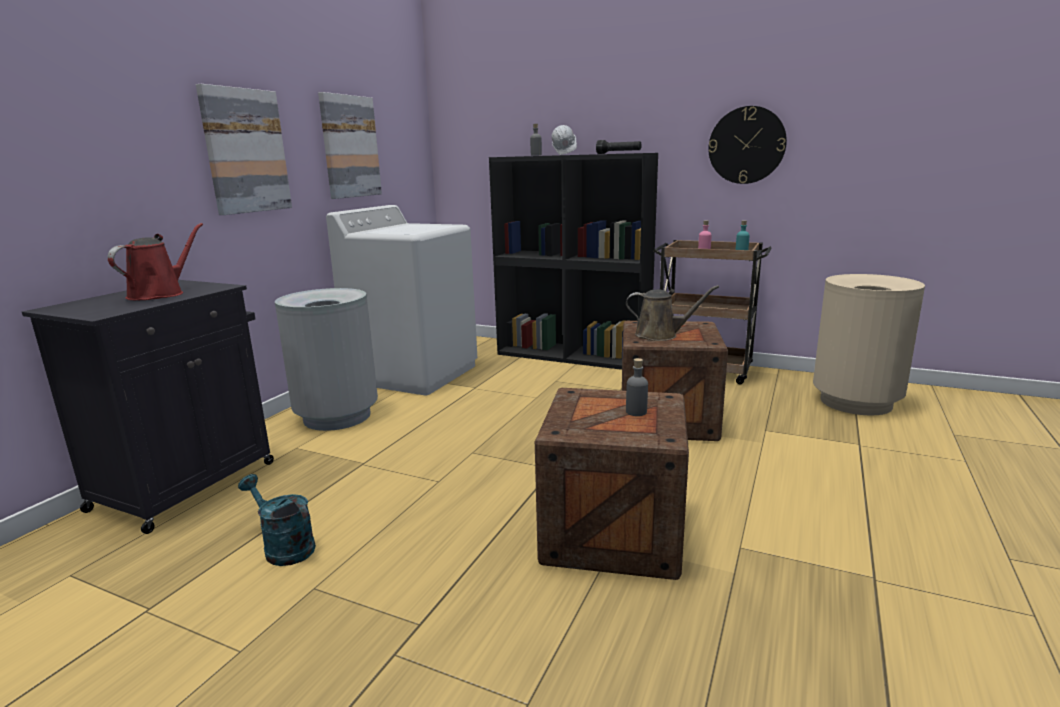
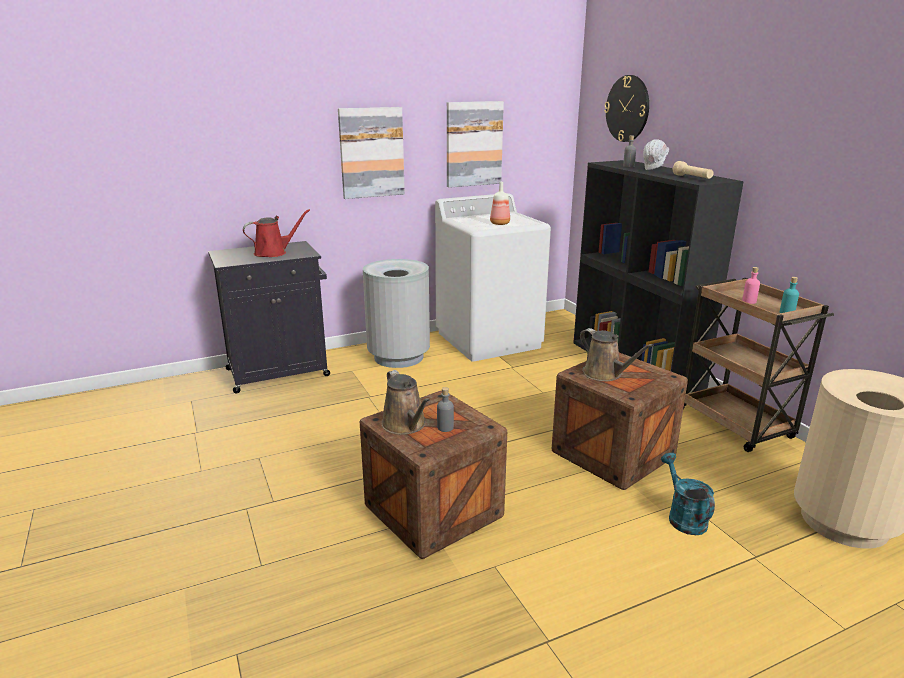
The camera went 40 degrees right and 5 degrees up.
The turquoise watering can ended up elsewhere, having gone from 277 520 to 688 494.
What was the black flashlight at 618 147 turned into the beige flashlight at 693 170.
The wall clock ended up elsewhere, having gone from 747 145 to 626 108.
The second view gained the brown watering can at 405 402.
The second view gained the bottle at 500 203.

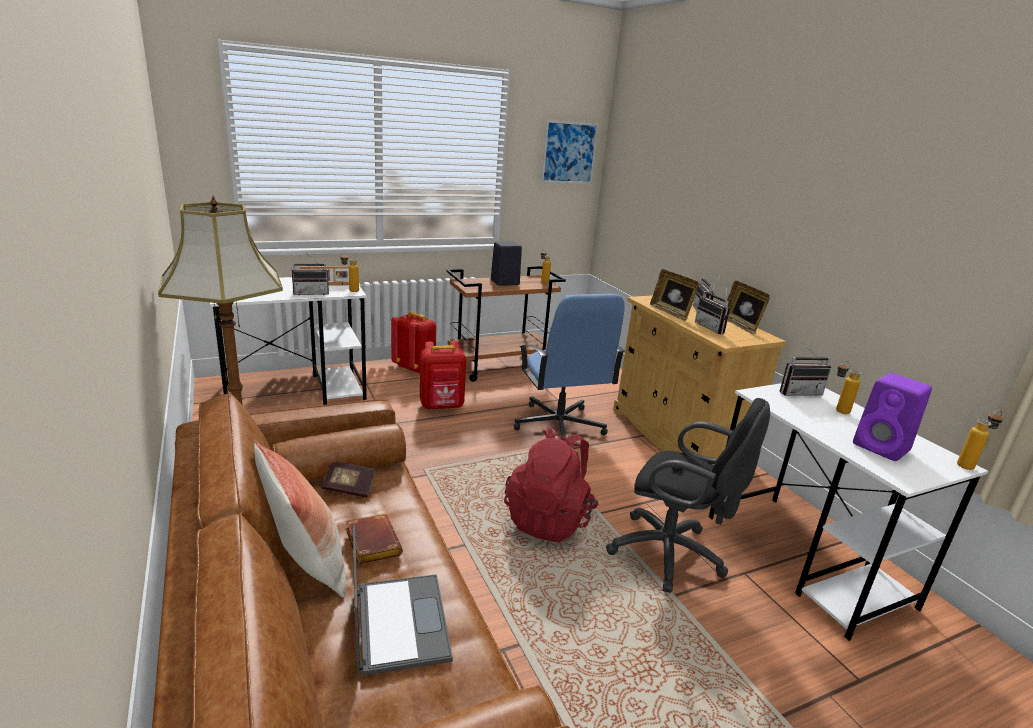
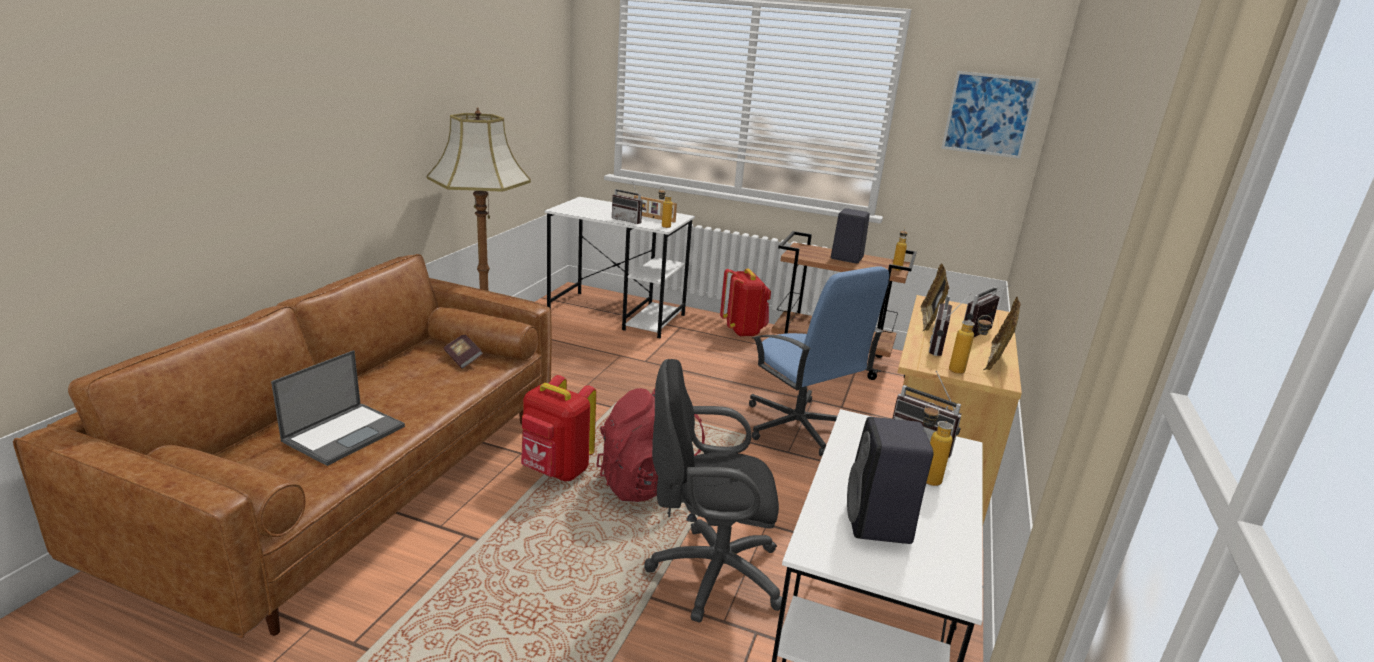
The camera went 45 degrees right and 0 degrees up.
The second view lost the pillow at 300 518.
The second view lost the brown book at 374 539.
The red backpack ended up elsewhere, having gone from 443 375 to 558 428.
The blue office chair at 569 367 ended up facing another way, 60 degrees counterclockwise from before.
The black office chair at 688 495 ended up facing another way, 105 degrees clockwise from before.
What was the purple speaker at 892 417 turned into the black speaker at 890 480.
The bottle ended up elsewhere, having gone from 980 440 to 971 344.

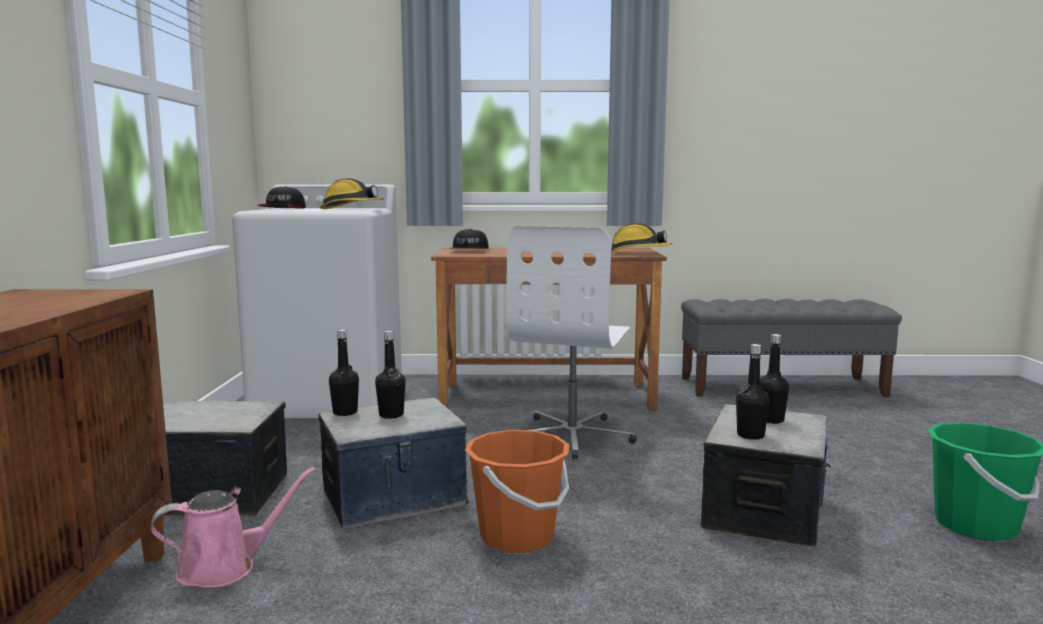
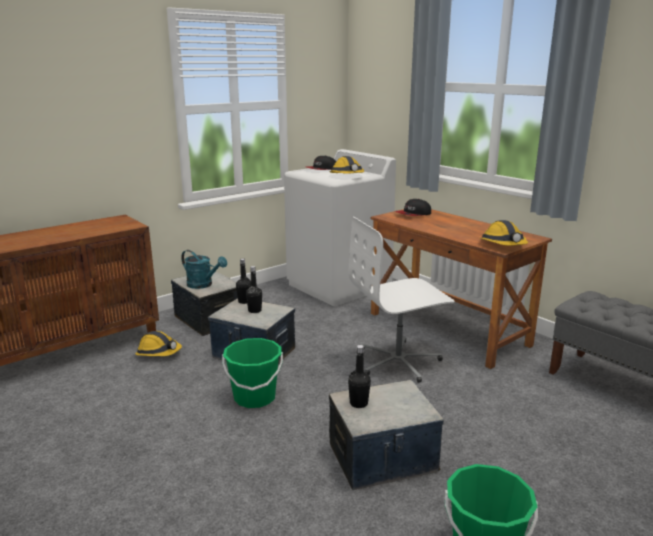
The camera went 50 degrees right and 10 degrees up.
Where the pink watering can stood at 233 527, the hard hat came to stand at 158 343.
What was the orange bucket at 517 491 turned into the green bucket at 252 373.
The second view lost the black bottle at 774 379.
The second view gained the turquoise watering can at 204 269.

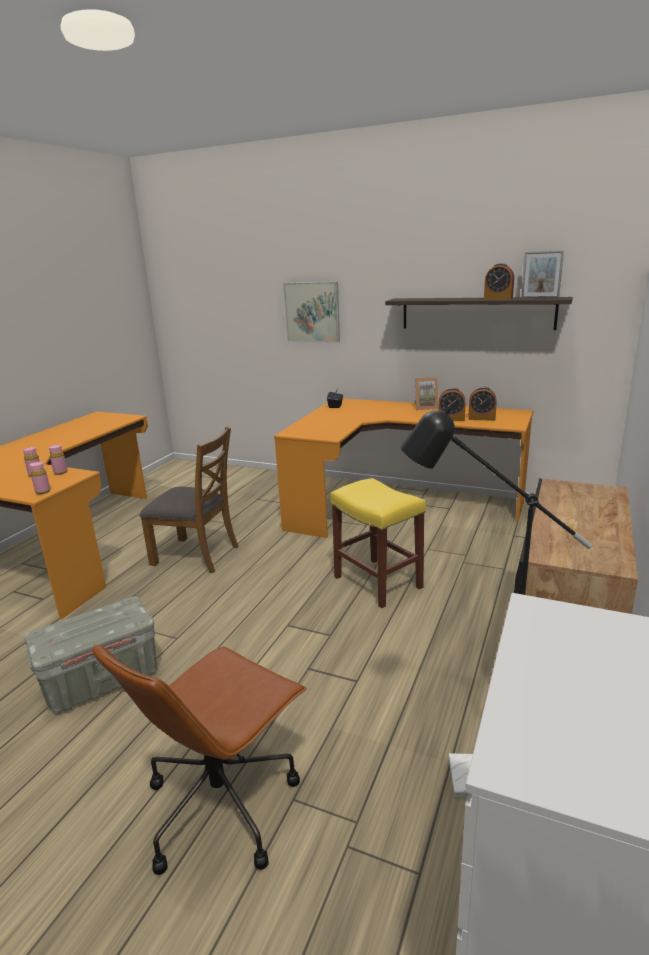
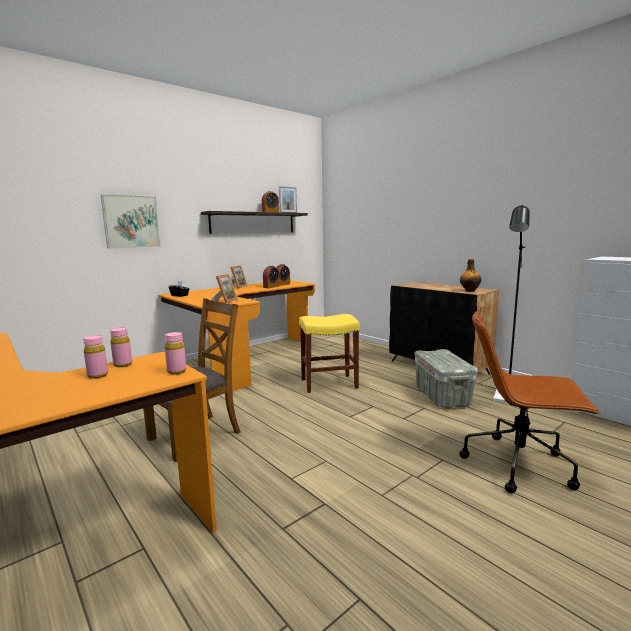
The camera went 65 degrees left and 10 degrees down.
The grey storage box ended up elsewhere, having gone from 90 654 to 446 378.
The brown office chair at 199 759 ended up facing another way, 135 degrees clockwise from before.
The second view gained the picture frame at 225 288.
The second view gained the bottle at 470 275.

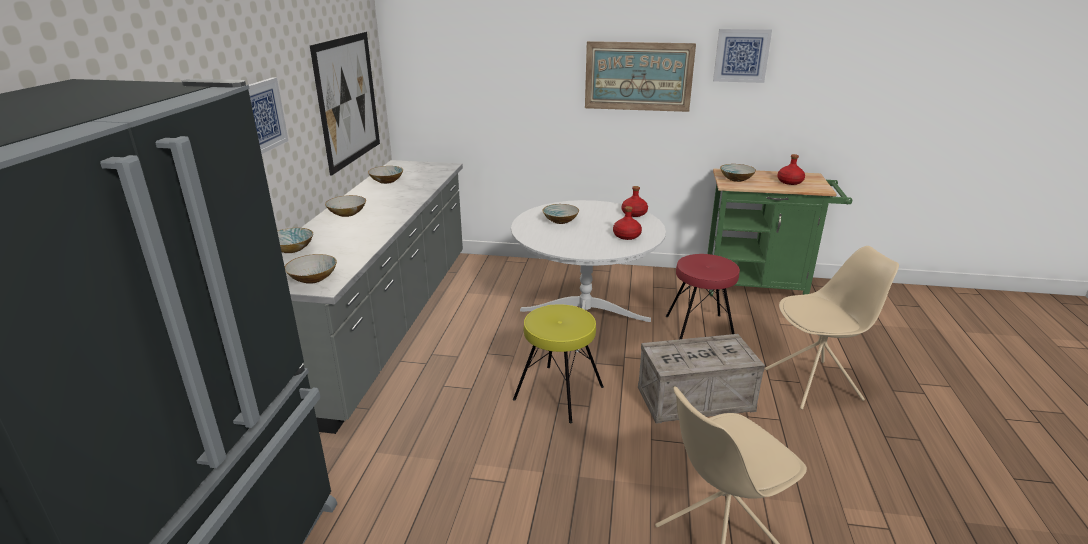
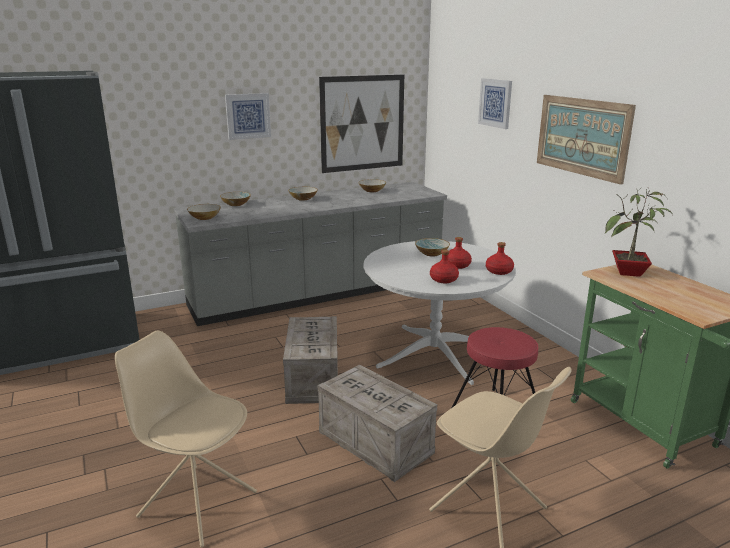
The camera went 55 degrees right and 5 degrees down.
Where the yellow stool stood at 558 363, the crate came to stand at 310 360.
The picture ended up elsewhere, having gone from 742 56 to 495 103.
Where the bowl stood at 738 173, the potted plant came to stand at 639 232.
The red bottle ended up elsewhere, having gone from 791 169 to 460 253.

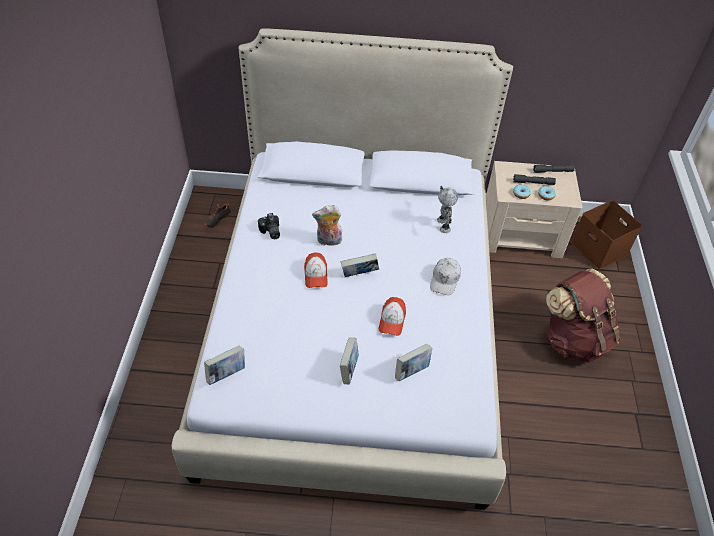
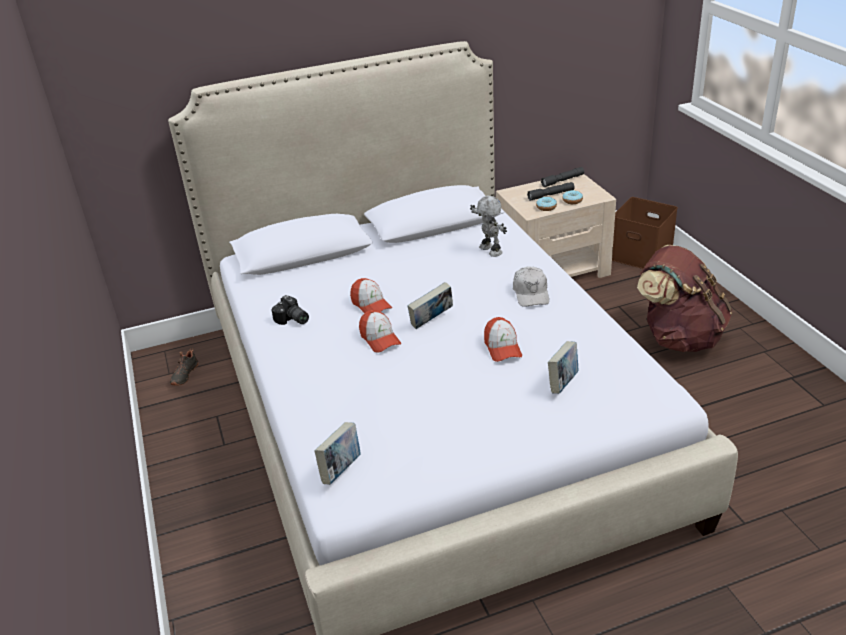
The camera went 20 degrees left and 15 degrees down.
Where the plush toy stood at 327 225, the cap came to stand at 371 295.
The second view lost the book at 349 361.

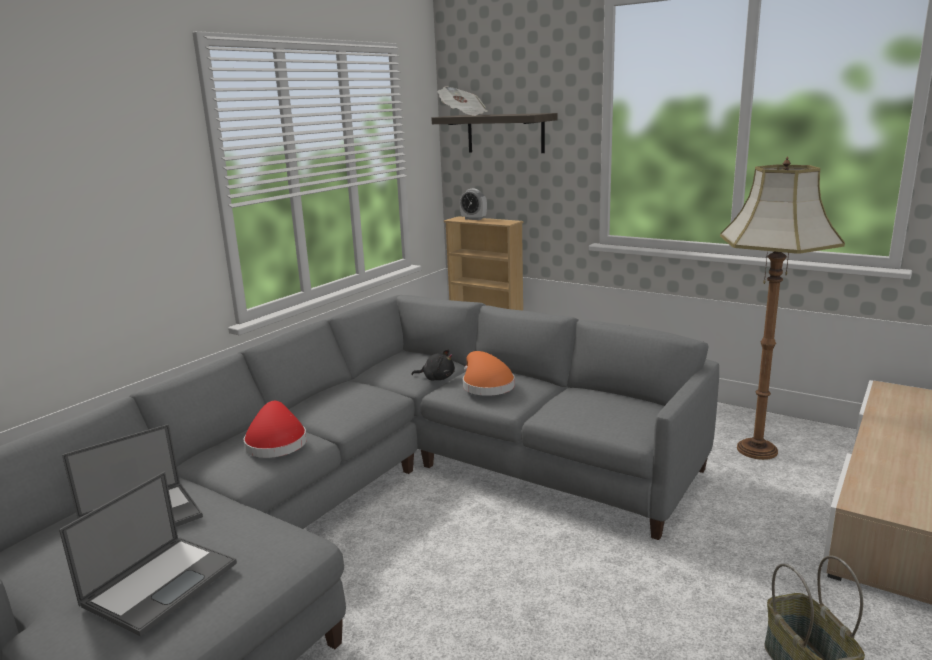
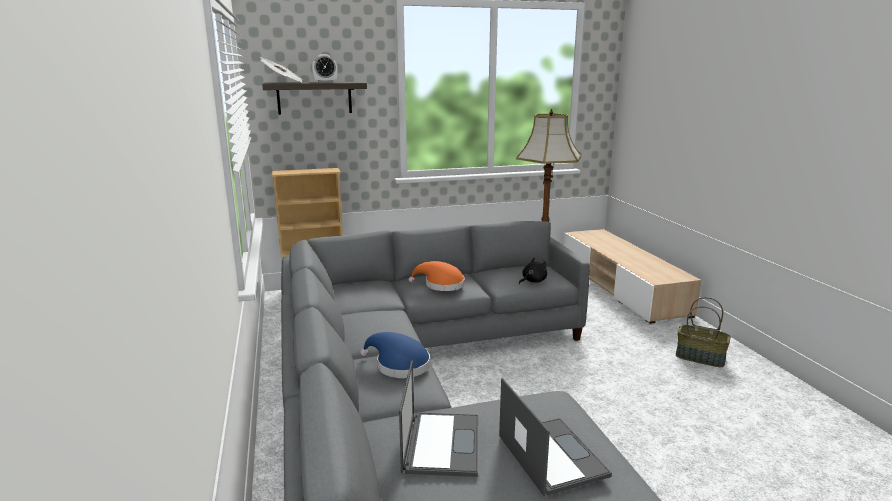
The camera went 50 degrees left and 0 degrees up.
What was the red hat at 275 429 turned into the blue hat at 395 355.
The black plush toy ended up elsewhere, having gone from 433 364 to 533 271.
The alarm clock ended up elsewhere, having gone from 473 204 to 324 68.

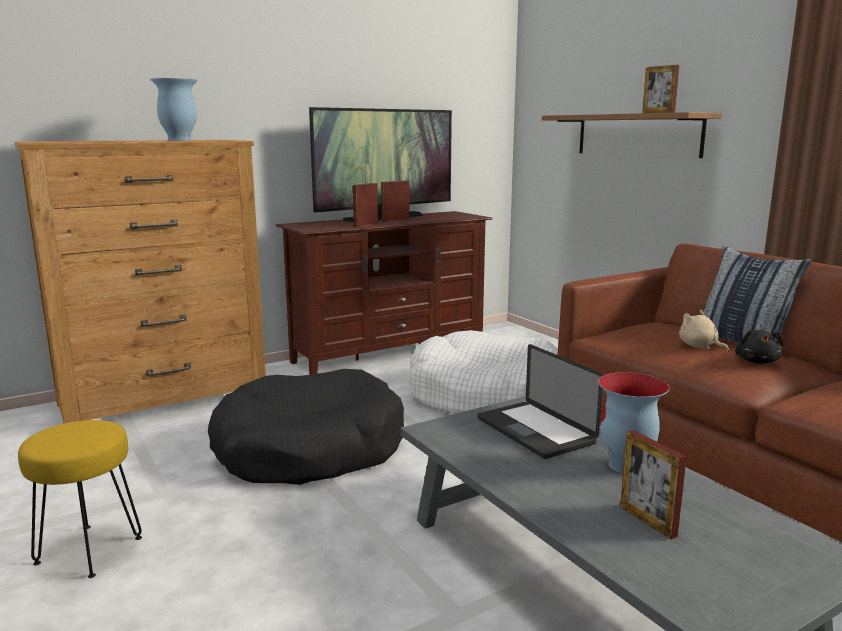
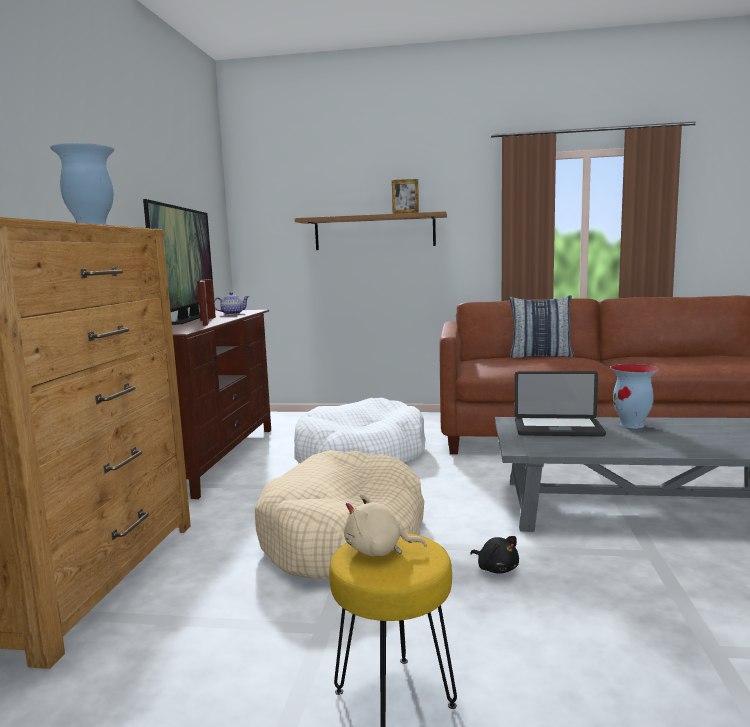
The camera went 50 degrees left and 5 degrees down.
What was the black dog bed at 306 427 turned into the beige dog bed at 339 514.
The second view lost the picture frame at 653 484.
The beige plush toy ended up elsewhere, having gone from 704 331 to 385 525.
The black plush toy ended up elsewhere, having gone from 759 346 to 494 555.
The second view gained the teapot at 231 303.

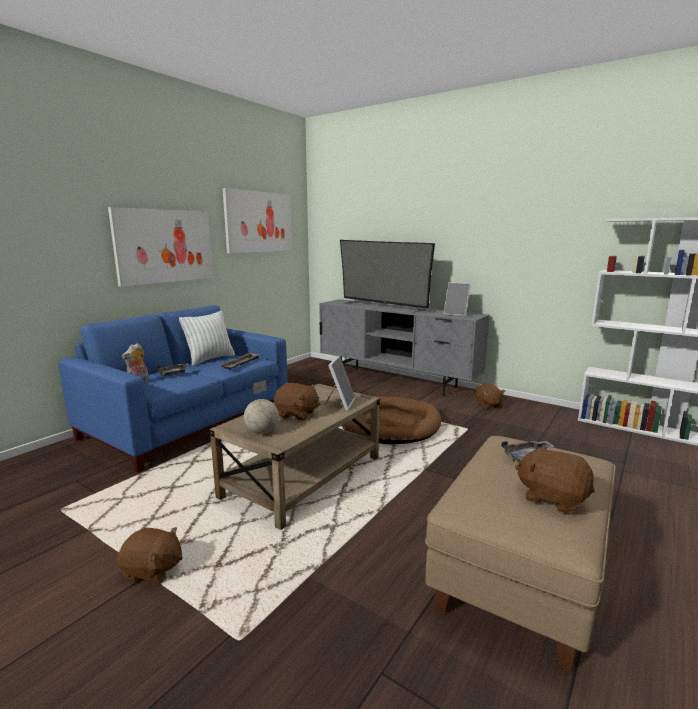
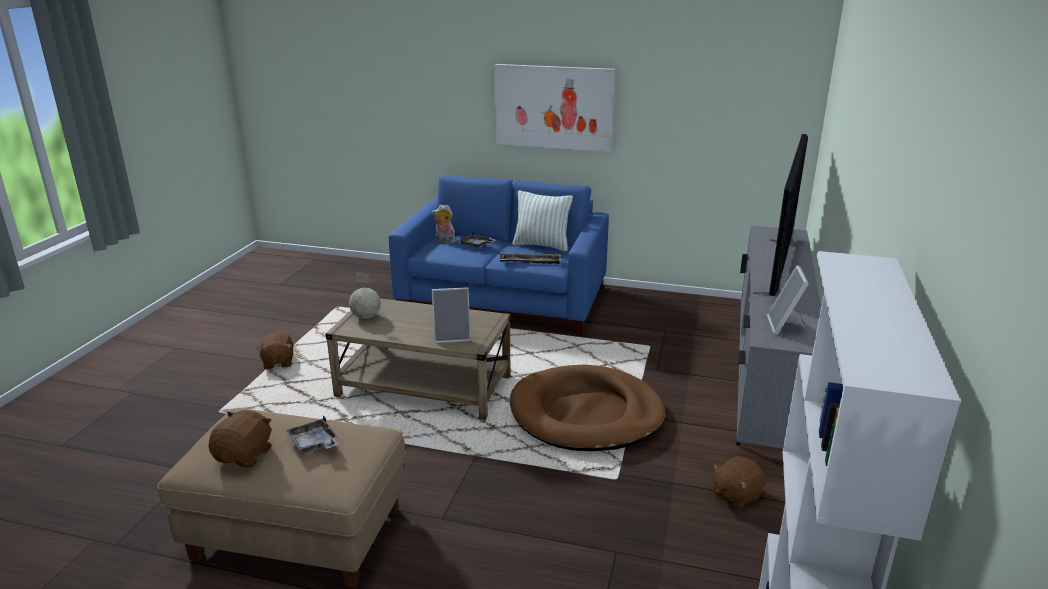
The camera went 70 degrees right and 10 degrees up.
The second view lost the picture at 257 220.
The second view lost the brown plush toy at 297 401.

